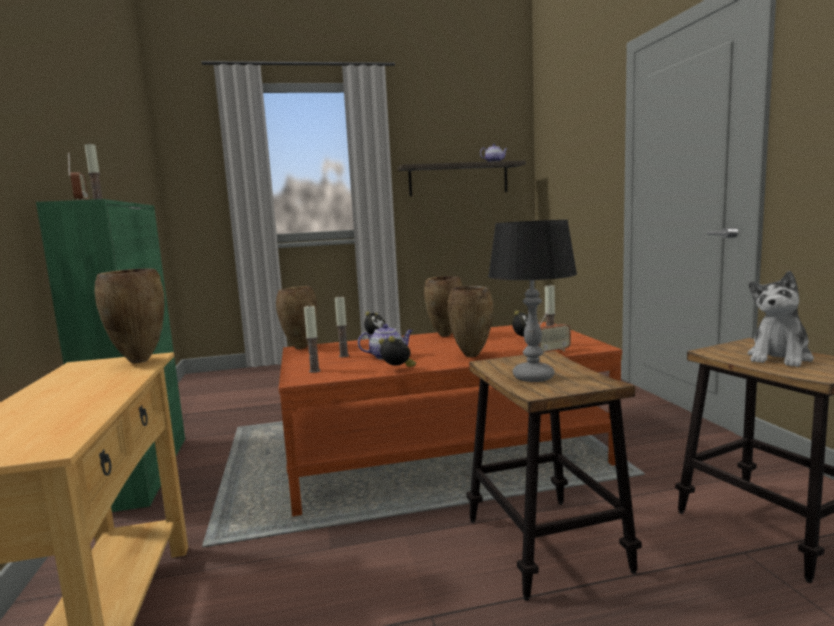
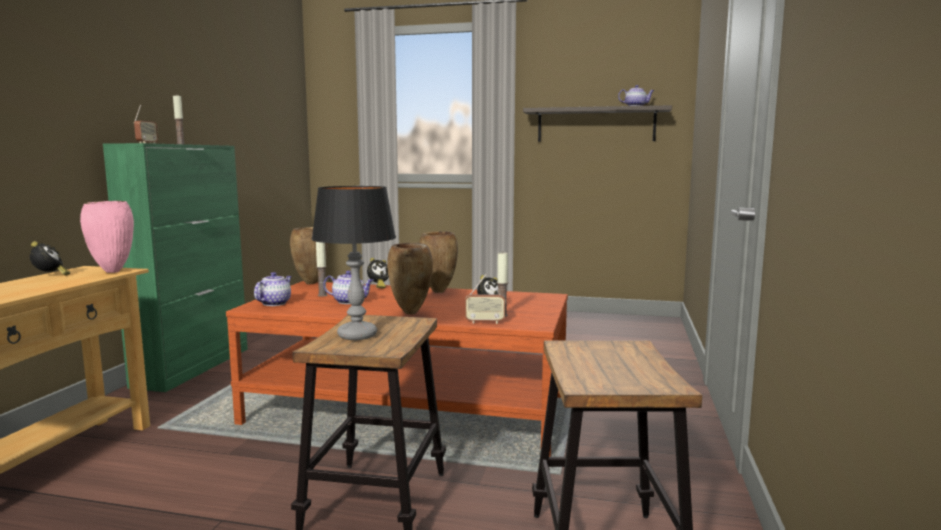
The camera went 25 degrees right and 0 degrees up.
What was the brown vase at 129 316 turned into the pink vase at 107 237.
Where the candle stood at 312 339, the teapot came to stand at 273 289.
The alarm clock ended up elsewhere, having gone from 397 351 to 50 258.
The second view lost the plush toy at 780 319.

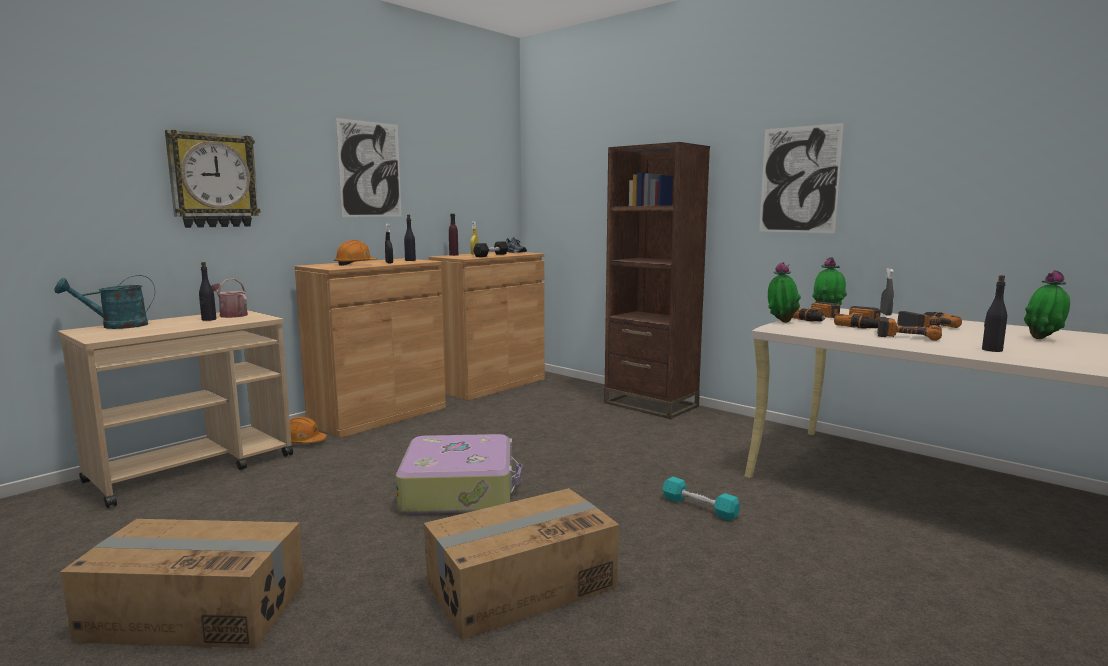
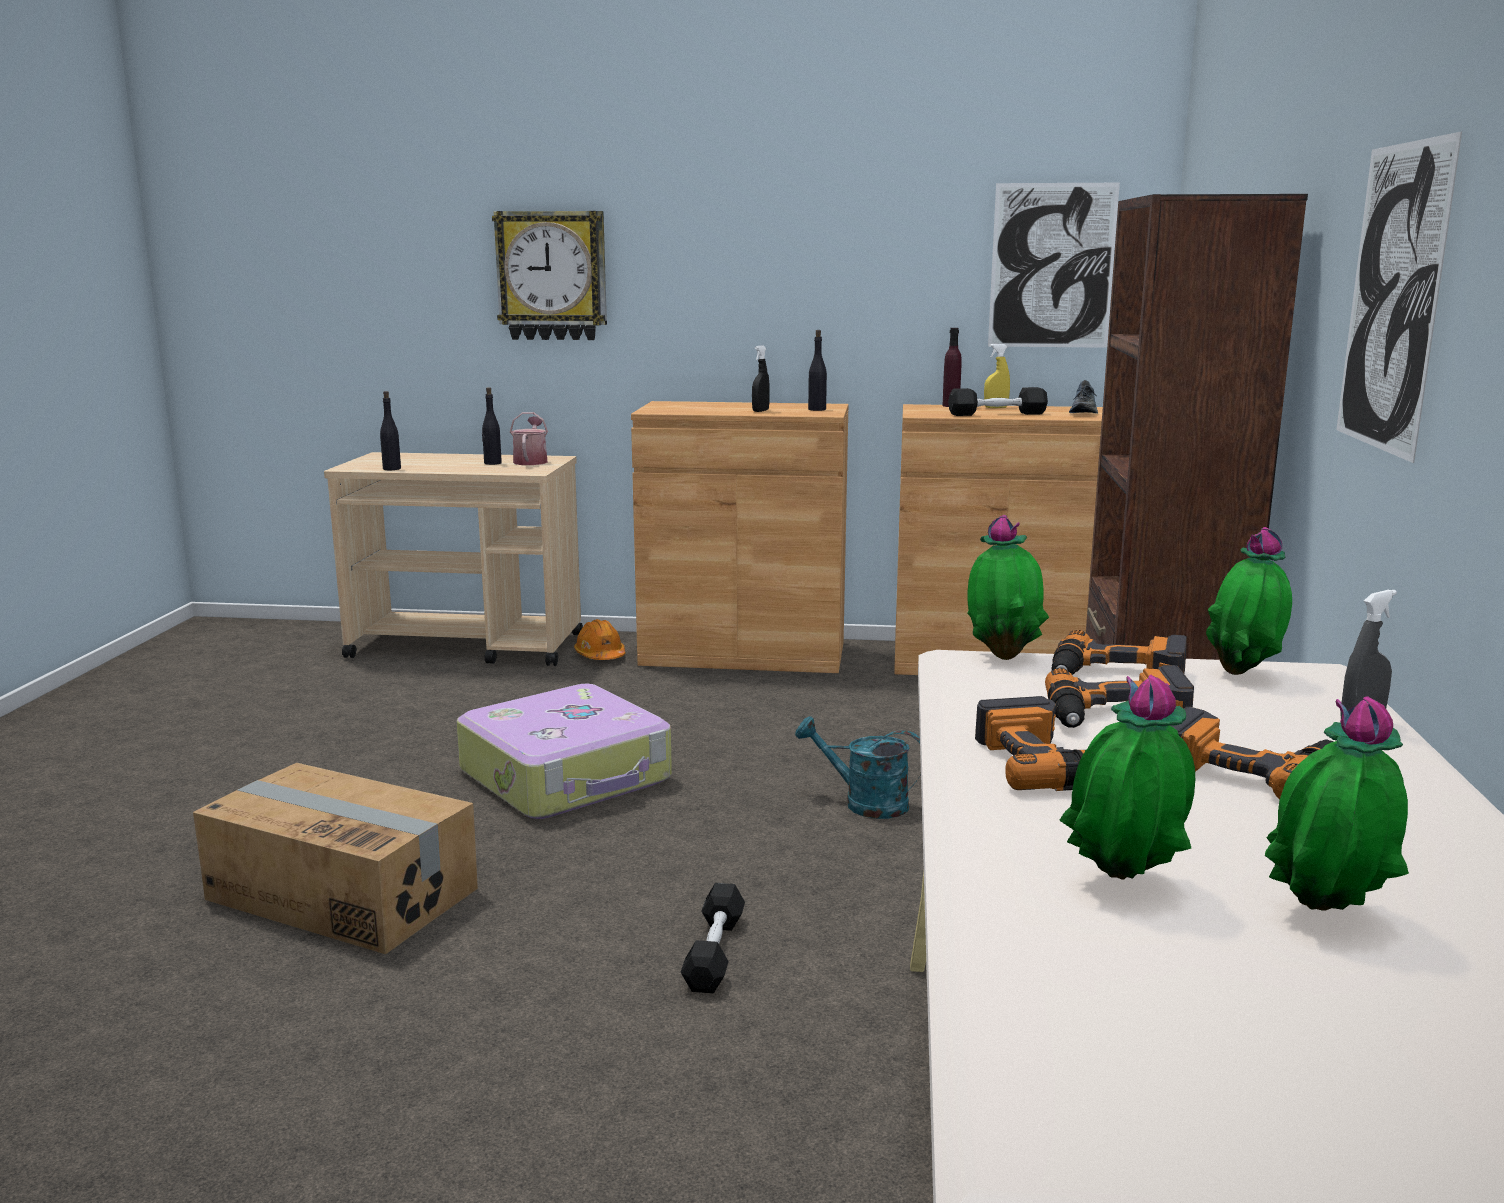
The camera went 55 degrees right and 5 degrees up.
The turquoise watering can ended up elsewhere, having gone from 104 302 to 858 767.
The second view lost the cardboard box at 182 583.
The second view lost the orange hard hat at 355 253.
The picture ended up elsewhere, having gone from 369 167 to 1054 265.
What was the turquoise dumbbell at 701 499 turned into the black dumbbell at 713 938.
The black bottle ended up elsewhere, having gone from 994 313 to 390 430.
The second view gained the potted plant at 1127 777.

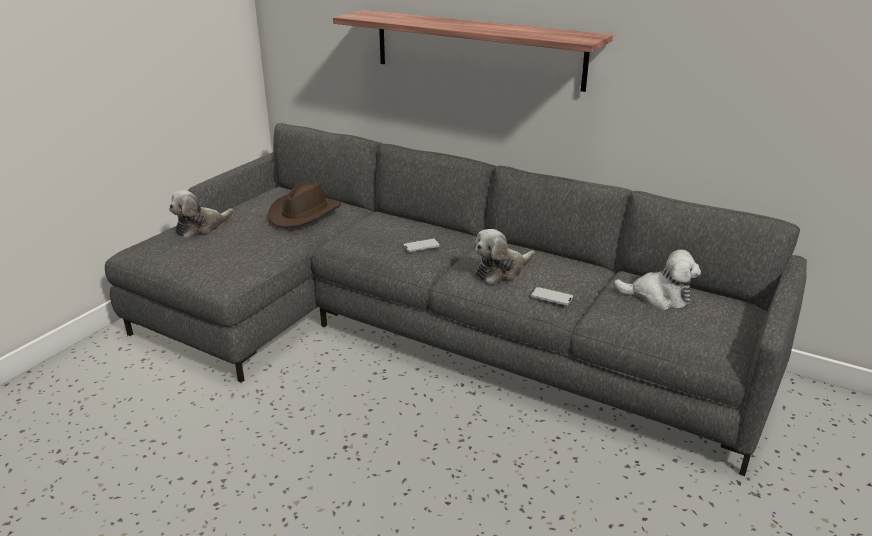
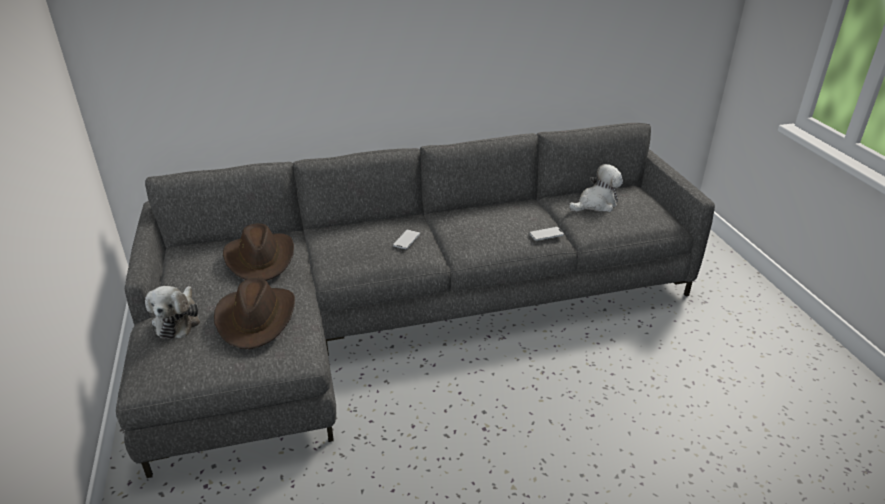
The camera went 45 degrees left and 5 degrees up.
The second view lost the shelf at 473 51.
The second view lost the plush toy at 505 256.
The second view gained the brown hat at 254 313.

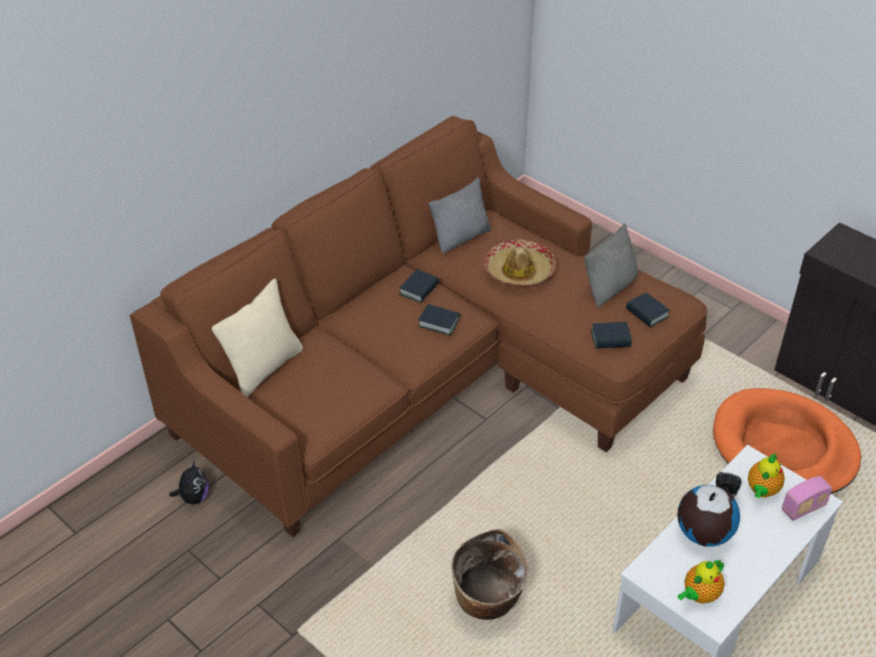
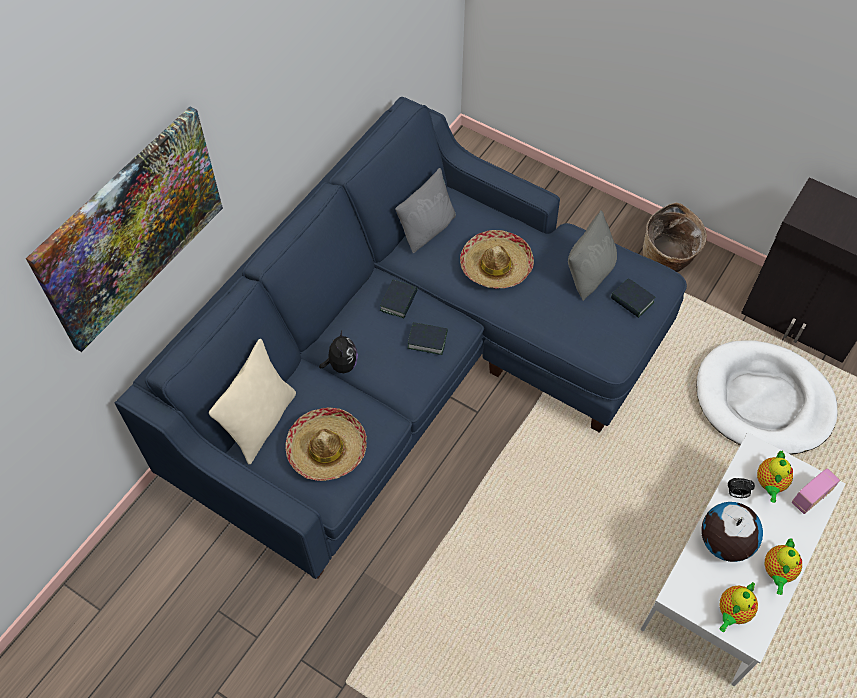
The camera went 10 degrees left and 15 degrees up.
What was the brown sofa at 418 326 turned into the blue sofa at 401 338.
The plush toy ended up elsewhere, having gone from 189 482 to 338 352.
The basket ended up elsewhere, having gone from 490 574 to 675 237.
The second view lost the book at 611 335.
What was the orange dog bed at 787 441 turned into the white dog bed at 767 397.
The second view gained the picture at 124 229.
The second view gained the hat at 326 444.
The second view gained the teapot at 783 566.

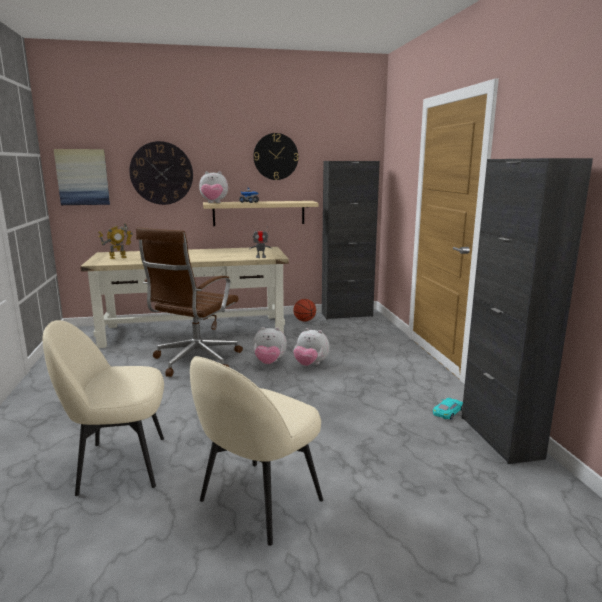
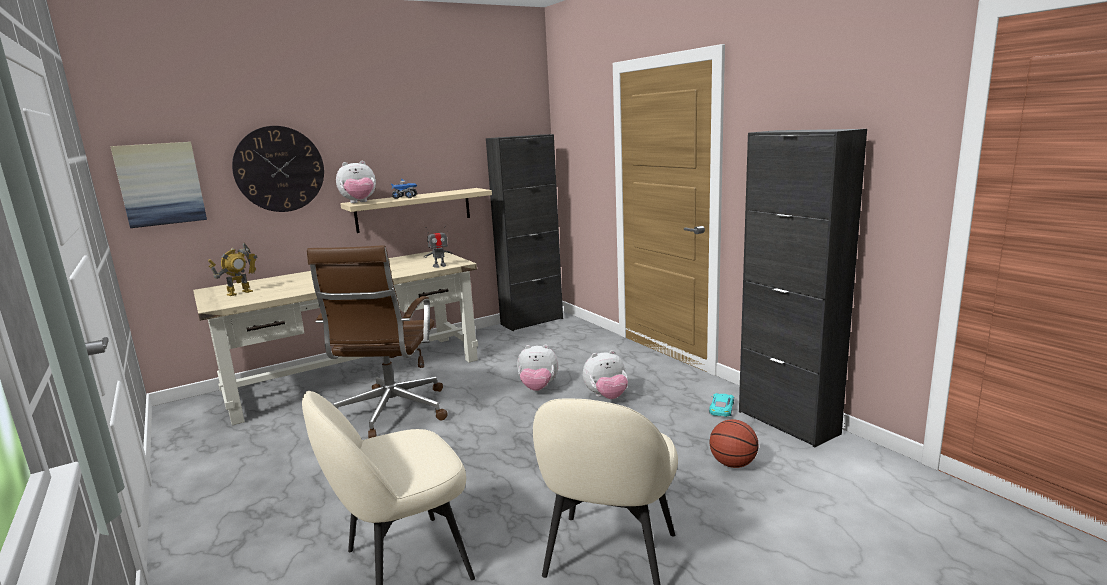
The camera went 20 degrees left and 0 degrees up.
The second view lost the wall clock at 275 156.
The plush toy ended up elsewhere, having gone from 270 345 to 605 374.
The basketball ended up elsewhere, having gone from 304 310 to 733 443.

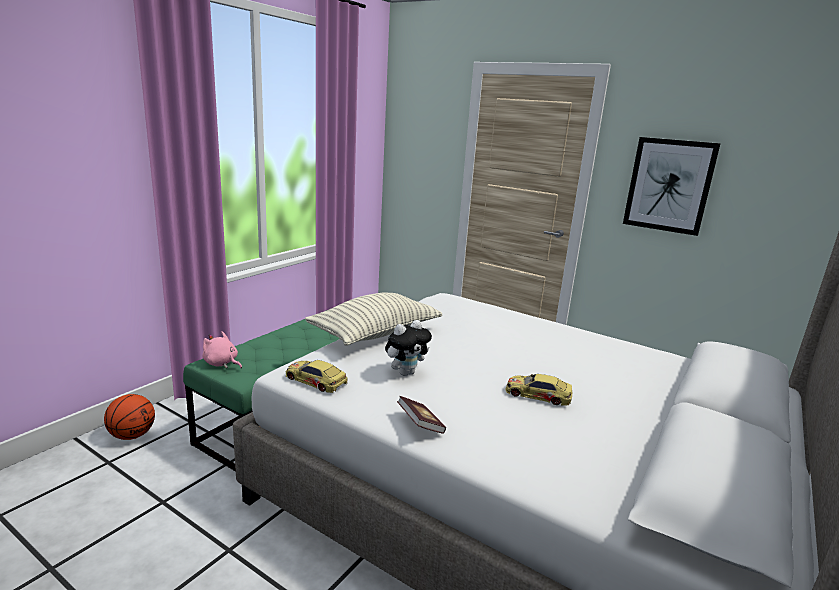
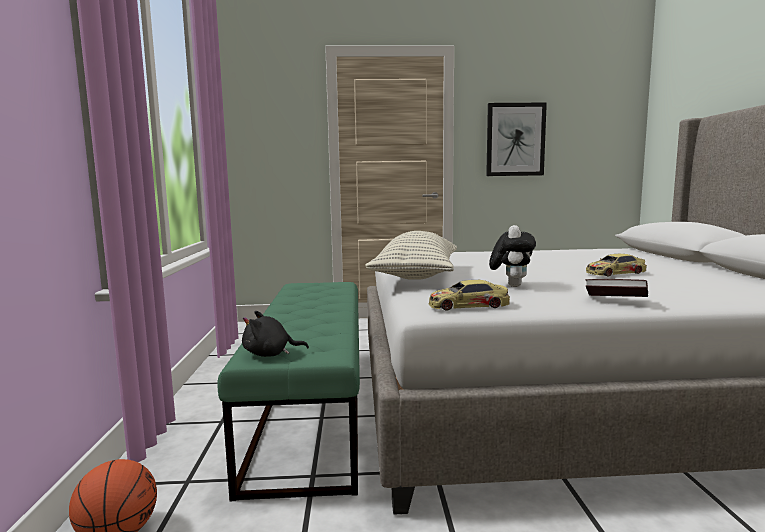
The camera went 35 degrees left and 10 degrees down.
What was the pink plush toy at 222 349 turned into the black plush toy at 275 334.

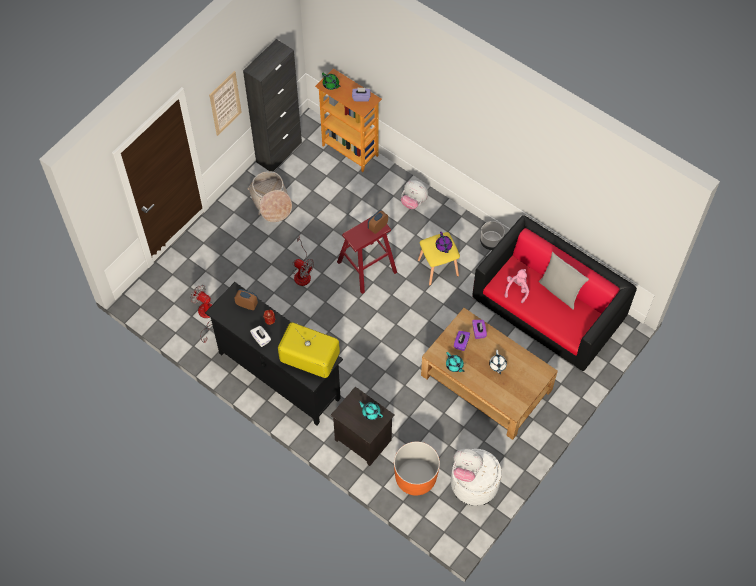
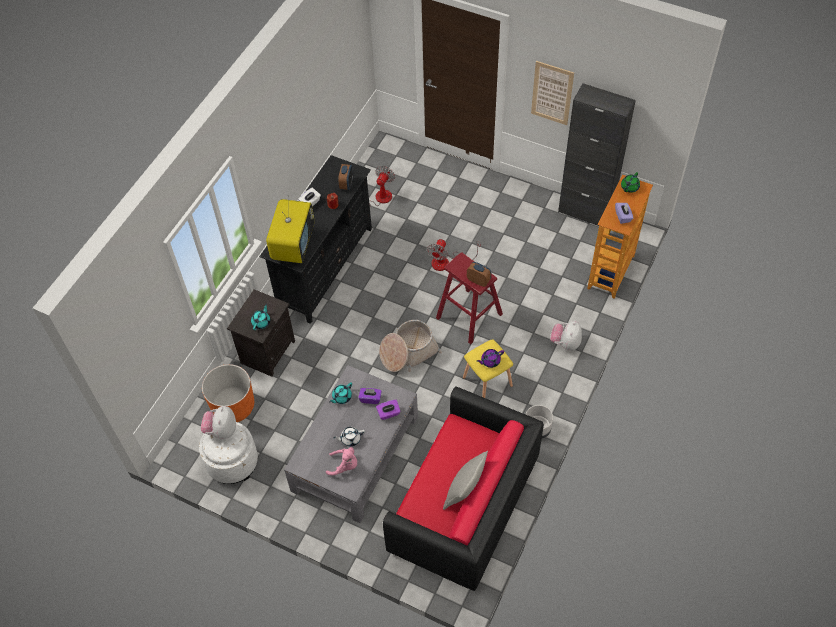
The camera went 80 degrees right and 5 degrees down.
The basket ended up elsewhere, having gone from 270 196 to 410 346.
What was the brown coffee table at 489 374 turned into the grey coffee table at 351 444.
The pink plush toy ended up elsewhere, having gone from 516 286 to 341 461.

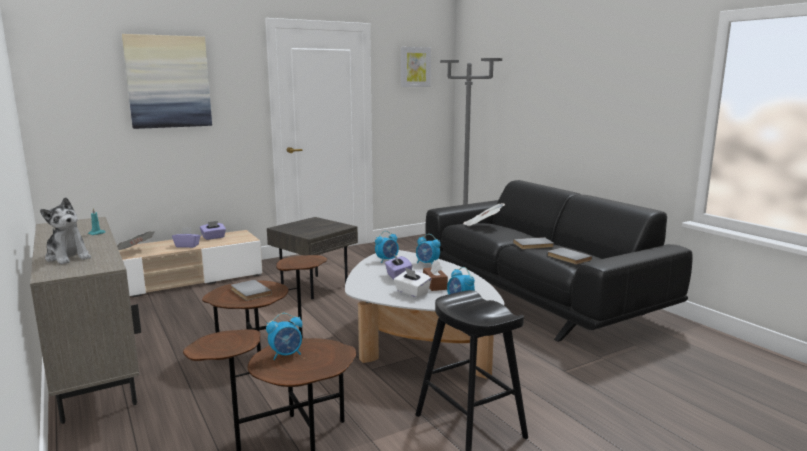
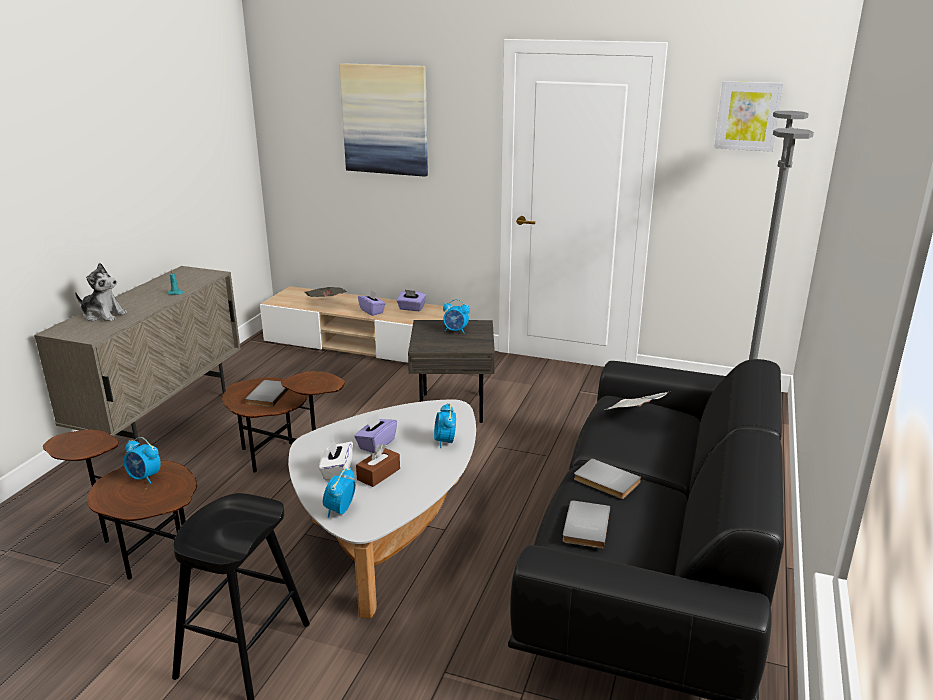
The camera went 50 degrees right and 10 degrees up.
The plush toy at 65 230 ended up facing another way, 75 degrees counterclockwise from before.
The alarm clock ended up elsewhere, having gone from 387 247 to 456 316.

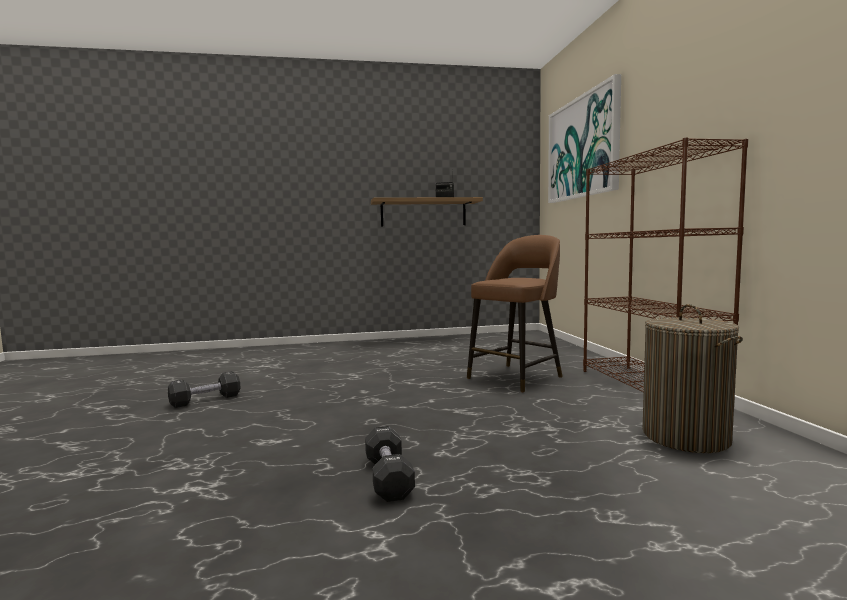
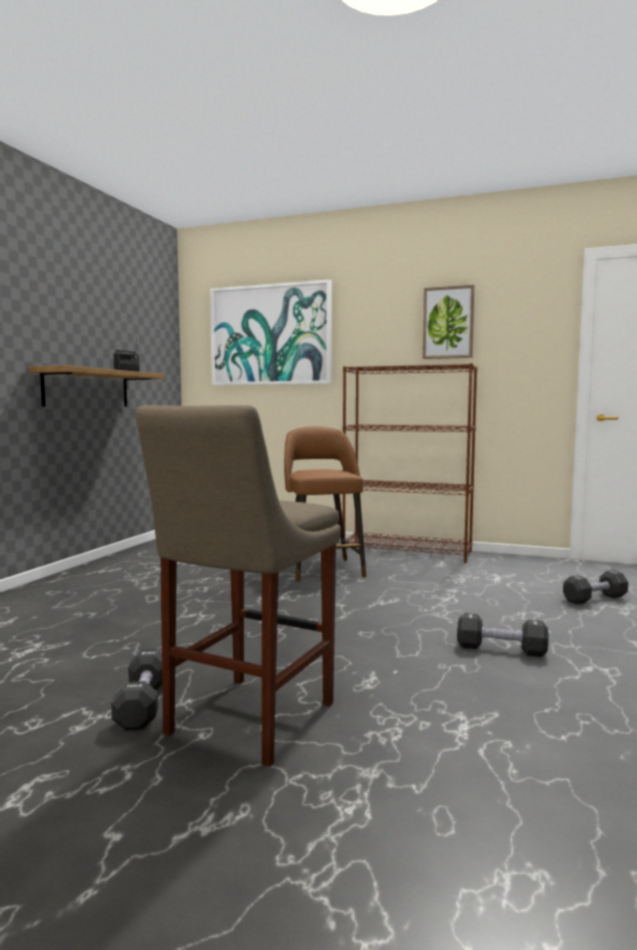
The camera went 60 degrees left and 0 degrees up.
The second view lost the laundry basket at 693 378.
The second view gained the beige stool at 238 586.
The second view gained the picture at 448 322.
The second view gained the black dumbbell at 595 587.

